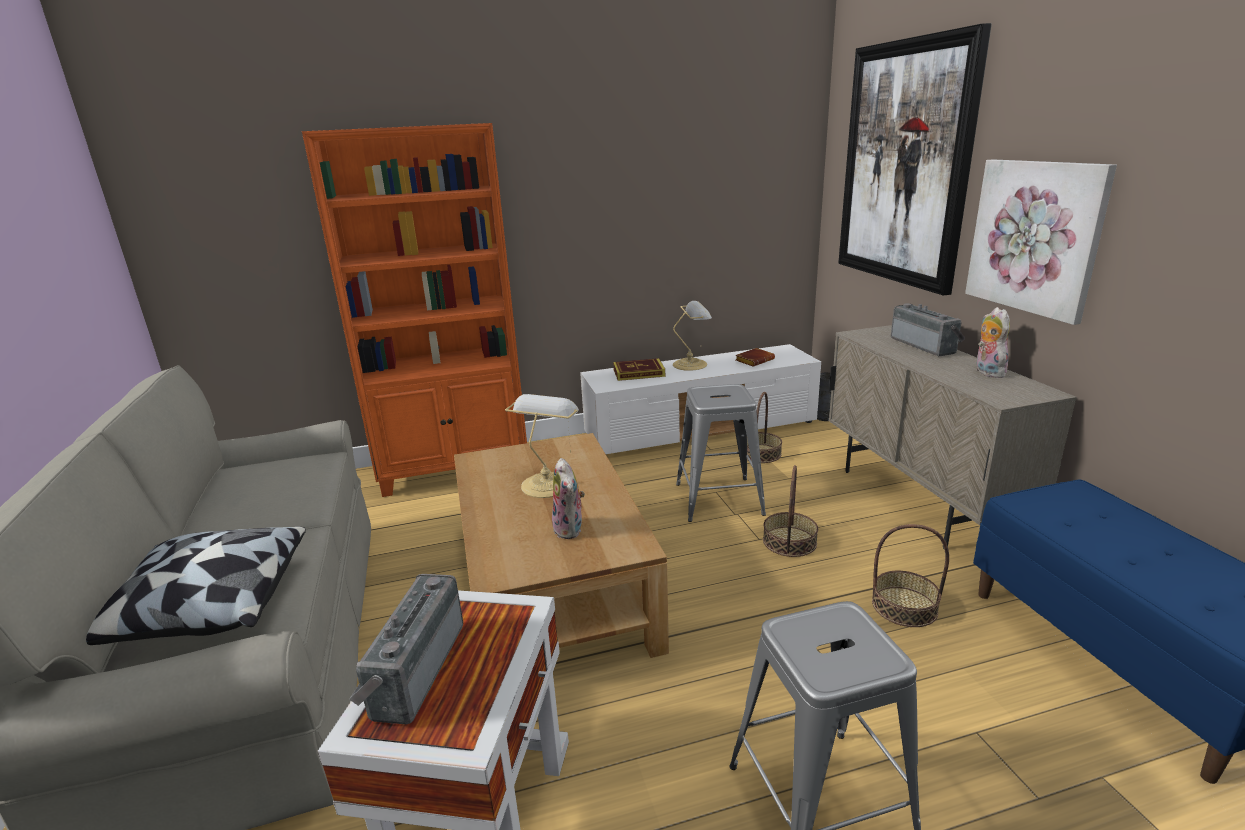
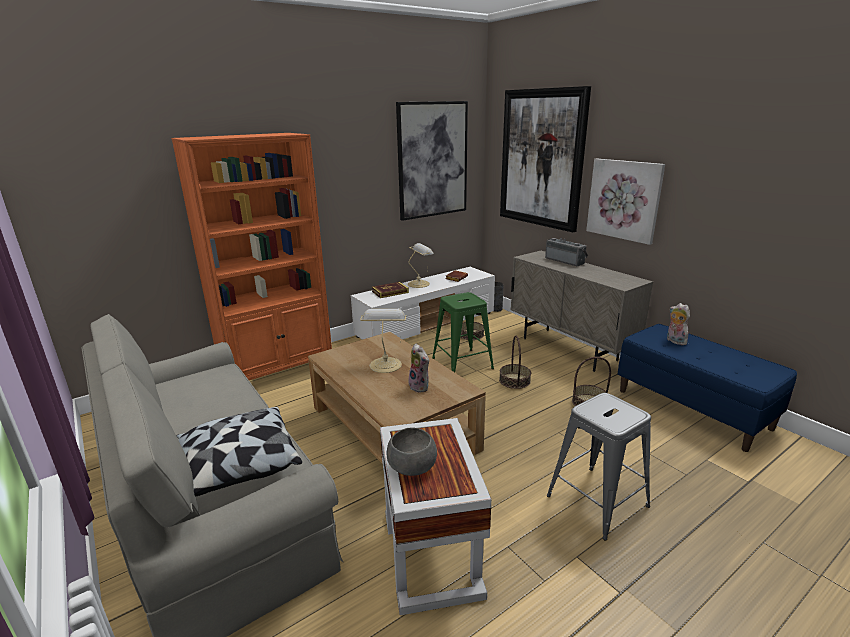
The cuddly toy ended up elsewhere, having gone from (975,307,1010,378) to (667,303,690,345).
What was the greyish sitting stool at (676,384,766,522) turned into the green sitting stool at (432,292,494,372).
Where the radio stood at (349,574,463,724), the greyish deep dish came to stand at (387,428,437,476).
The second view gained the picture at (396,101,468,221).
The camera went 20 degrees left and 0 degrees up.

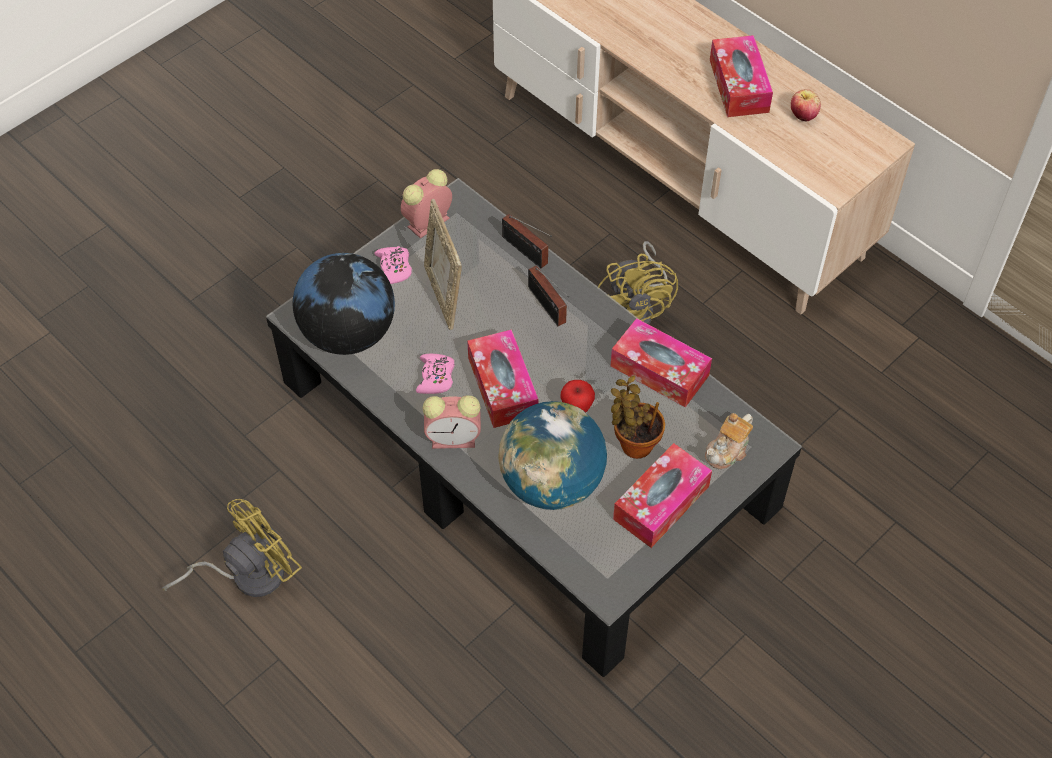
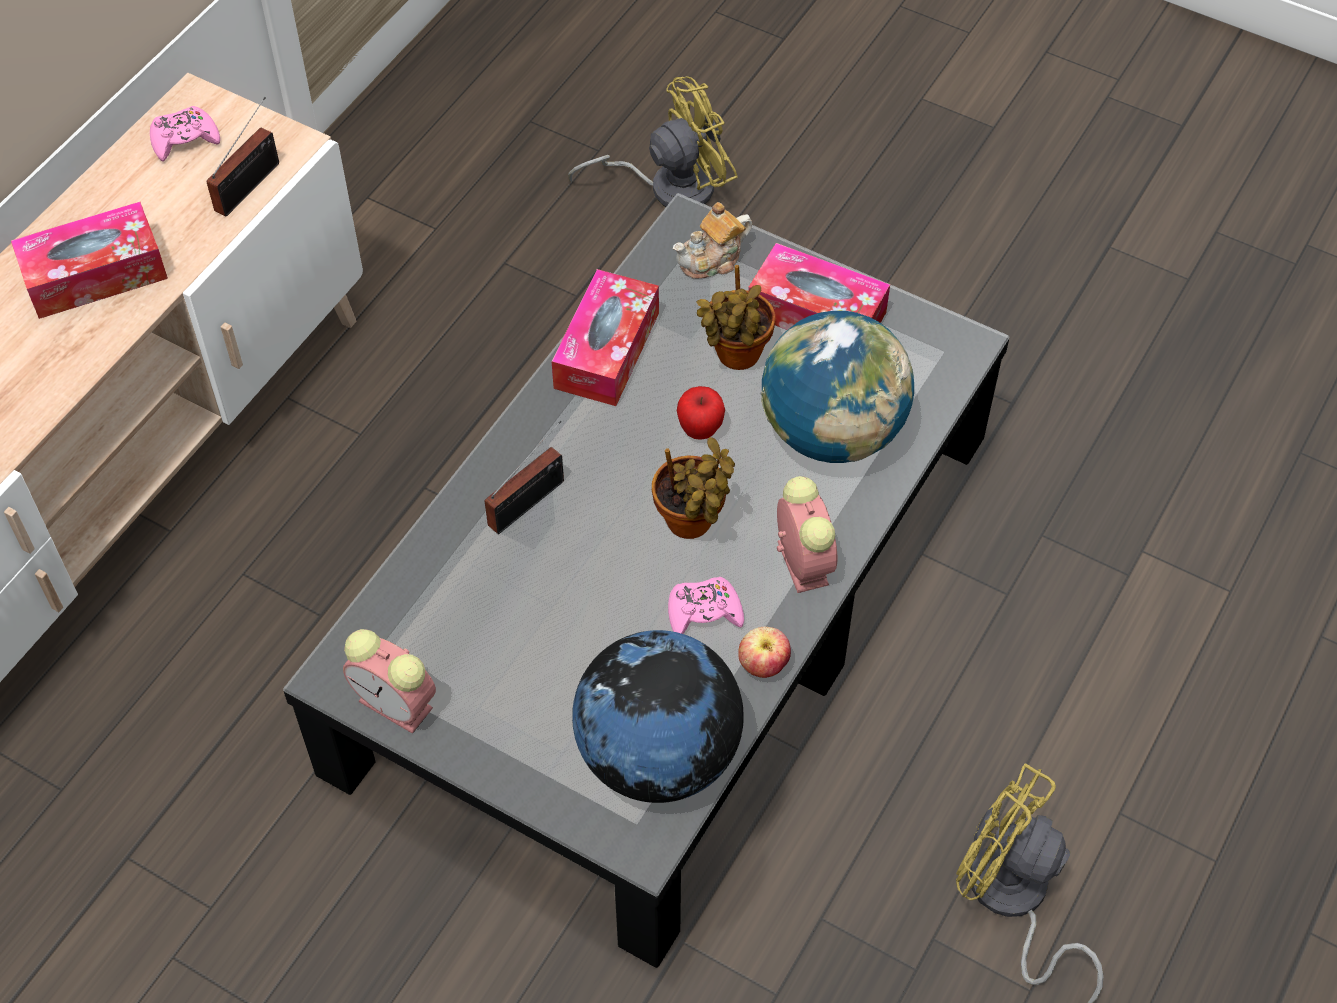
The apple fruit ended up elsewhere, having gone from (791,89,821,121) to (738,627,791,678).
The second view lost the standing frame at (424,199,461,330).
The radio ended up elsewhere, having gone from (502,214,552,268) to (206,97,279,217).
The yellow cooling fan ended up elsewhere, having gone from (598,241,678,324) to (568,76,738,207).
The pinkish gamepad ended up elsewhere, having gone from (374,246,412,284) to (150,106,220,162).
Where the tissue holder stood at (467,329,539,428), the potted plant came to stand at (652,437,735,539).
The tea pot at (705,413,753,469) ended up facing another way, 120 degrees clockwise from before.
The camera went 105 degrees left and 0 degrees up.

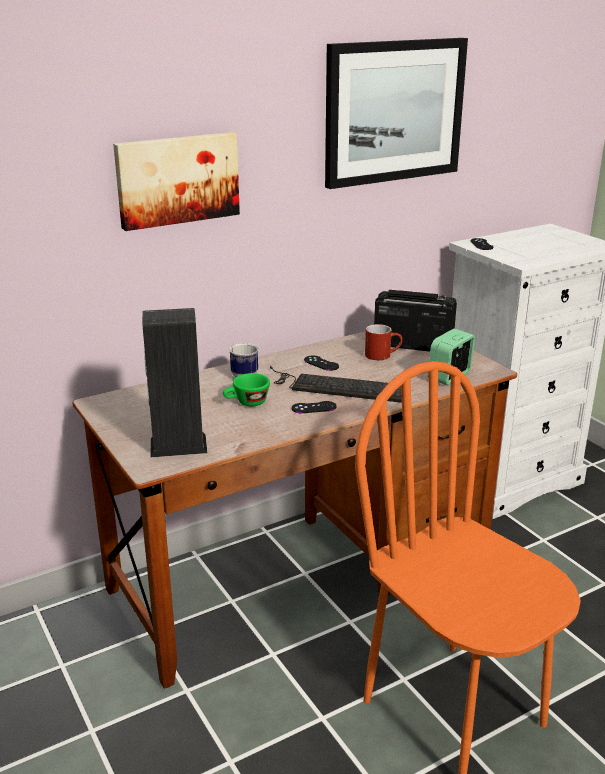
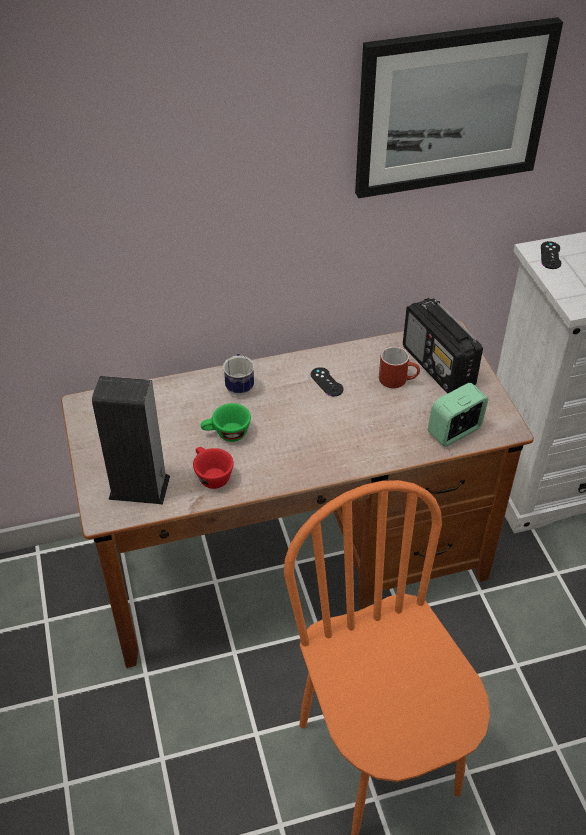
The second view lost the picture at (113,132,240,231).
The radio at (374,290,457,352) ended up facing another way, 150 degrees counterclockwise from before.
The second view lost the computer keyboard at (270,366,402,403).
The second view lost the black gamepad at (292,401,336,413).
The second view gained the reddish cup at (193,447,234,489).
The camera went 15 degrees right and 20 degrees up.

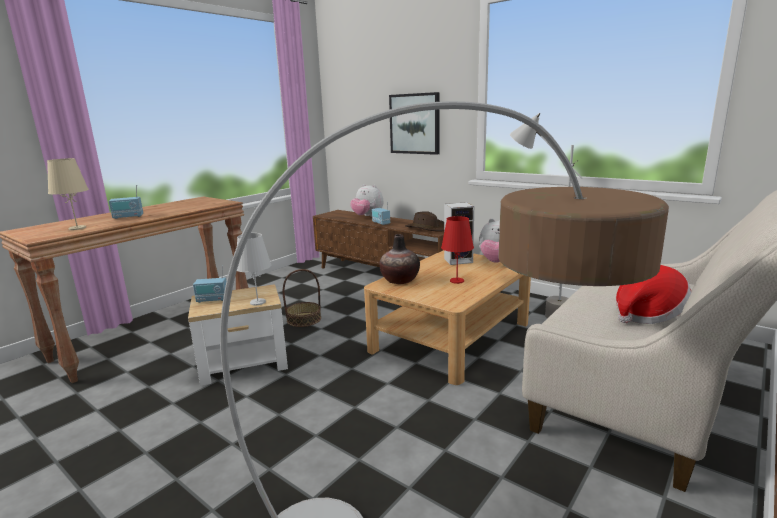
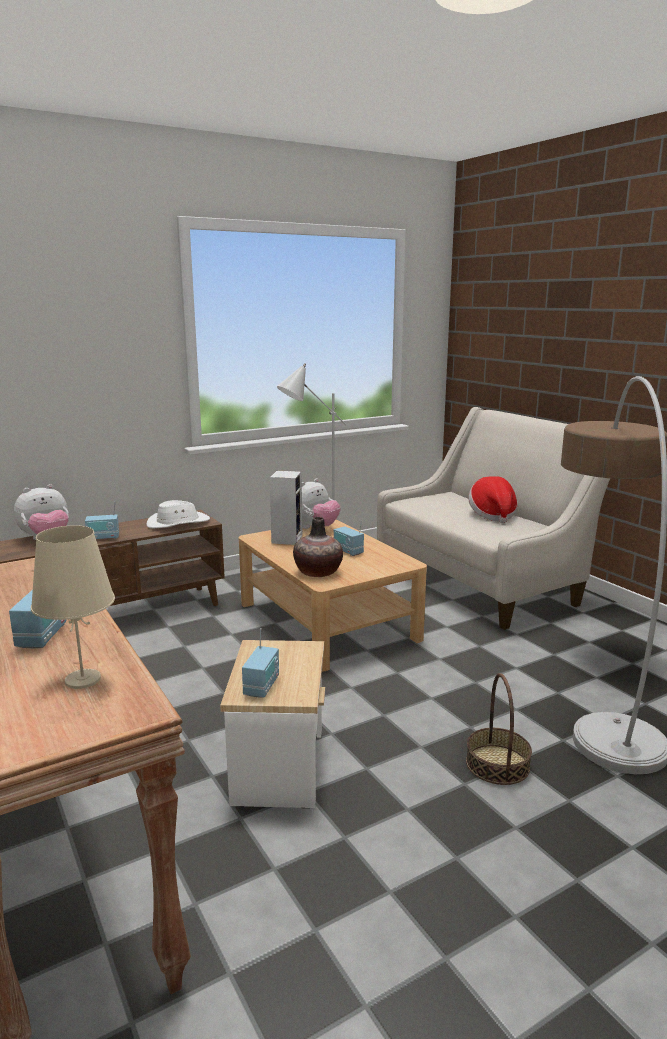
The second view lost the picture at (389,92,440,155).
What was the brownish wearable hat at (405,211,444,231) turned into the whitish wearable hat at (147,500,210,528).
Where the reddish table lamp stood at (441,216,474,284), the radio came to stand at (334,520,364,556).
The second view lost the whitish table lamp at (237,233,271,305).
The household basket ended up elsewhere, having gone from (283,269,321,327) to (466,673,532,785).
The camera went 70 degrees left and 0 degrees up.

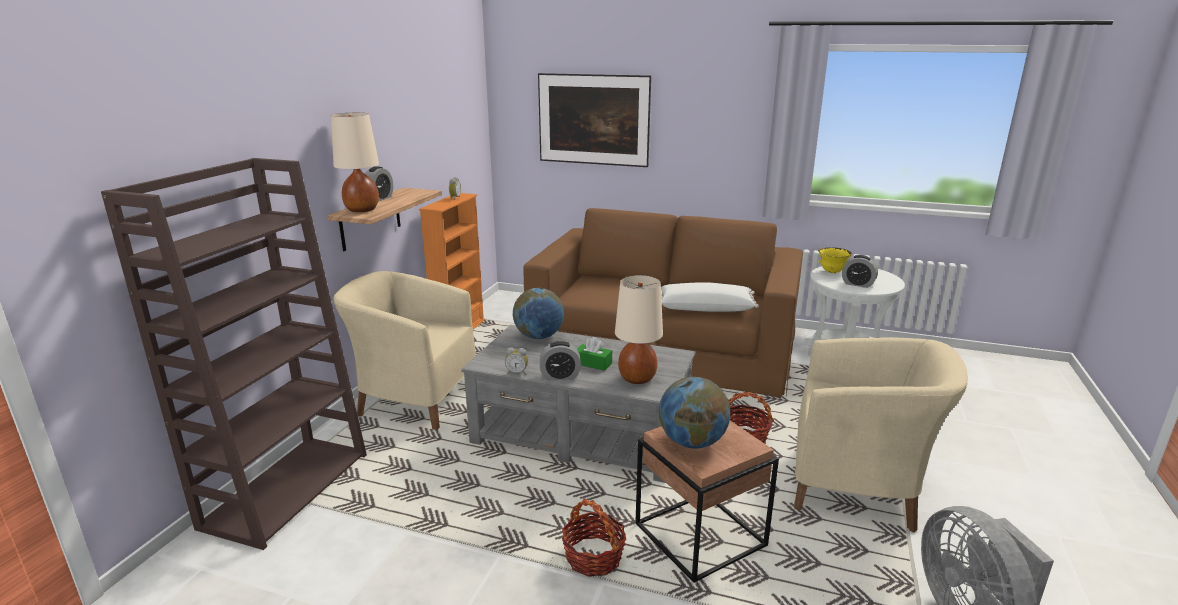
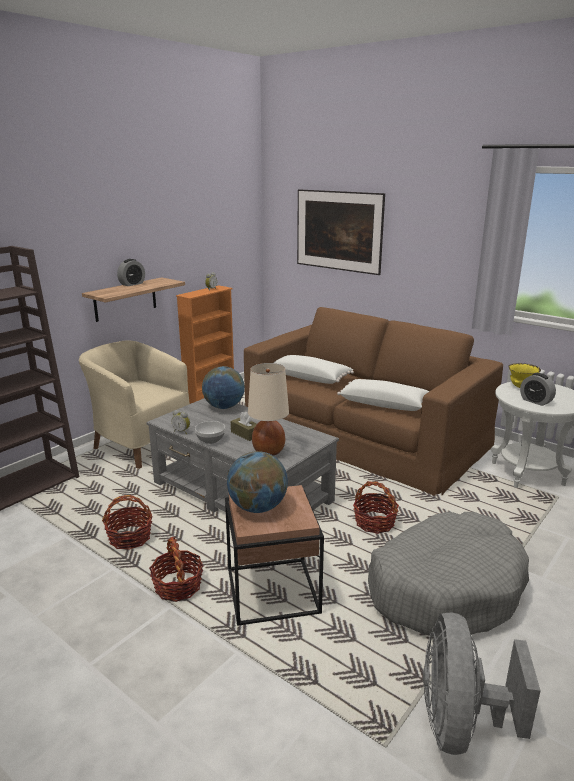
The second view lost the sand-coloured table lamp at (331,113,379,212).
What was the green tissue holder at (577,337,612,371) turned into the brownish tissue holder at (231,412,257,441).
Where the sand-coloured lounge chair stood at (794,337,968,533), the greyish dog cushion came to stand at (368,512,529,637).
Where the bedside clock stood at (540,341,581,380), the deep dish came to stand at (195,421,225,444).
The second view gained the whitish cushion at (274,355,354,384).
The second view gained the household basket at (102,495,153,550).
The camera went 20 degrees right and 0 degrees up.

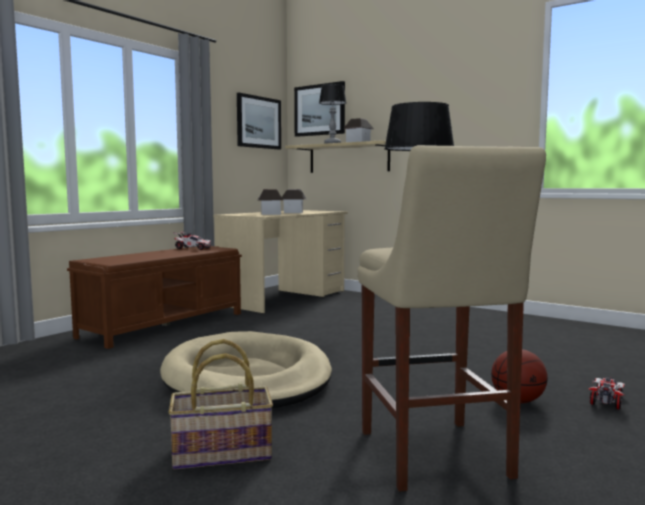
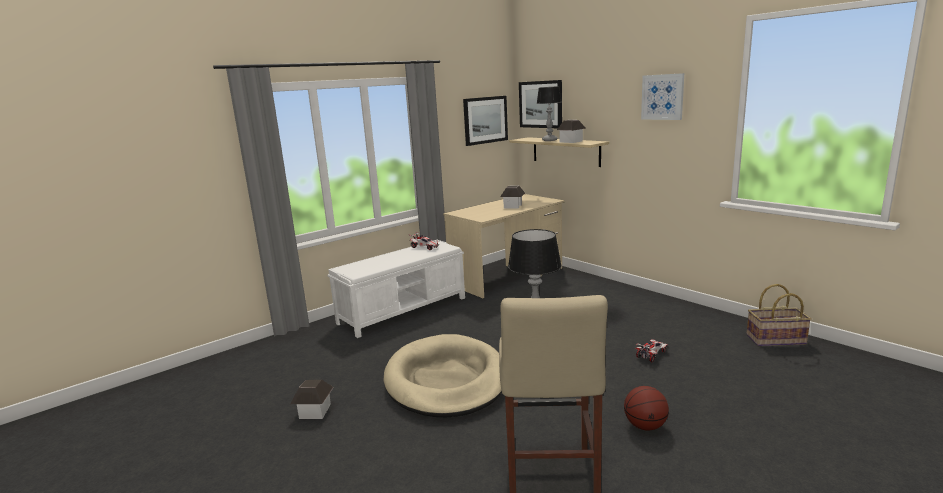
The miniature house ended up elsewhere, having gone from (258,189,283,215) to (290,380,334,419).
What was the brownish long seat at (67,246,242,349) turned into the whitish long seat at (327,240,465,338).
The household basket ended up elsewhere, having gone from (168,339,273,469) to (747,284,811,346).
The toy car ended up elsewhere, having gone from (589,377,625,409) to (635,339,667,362).
The second view gained the picture at (641,73,684,120).
The camera went 15 degrees right and 10 degrees up.

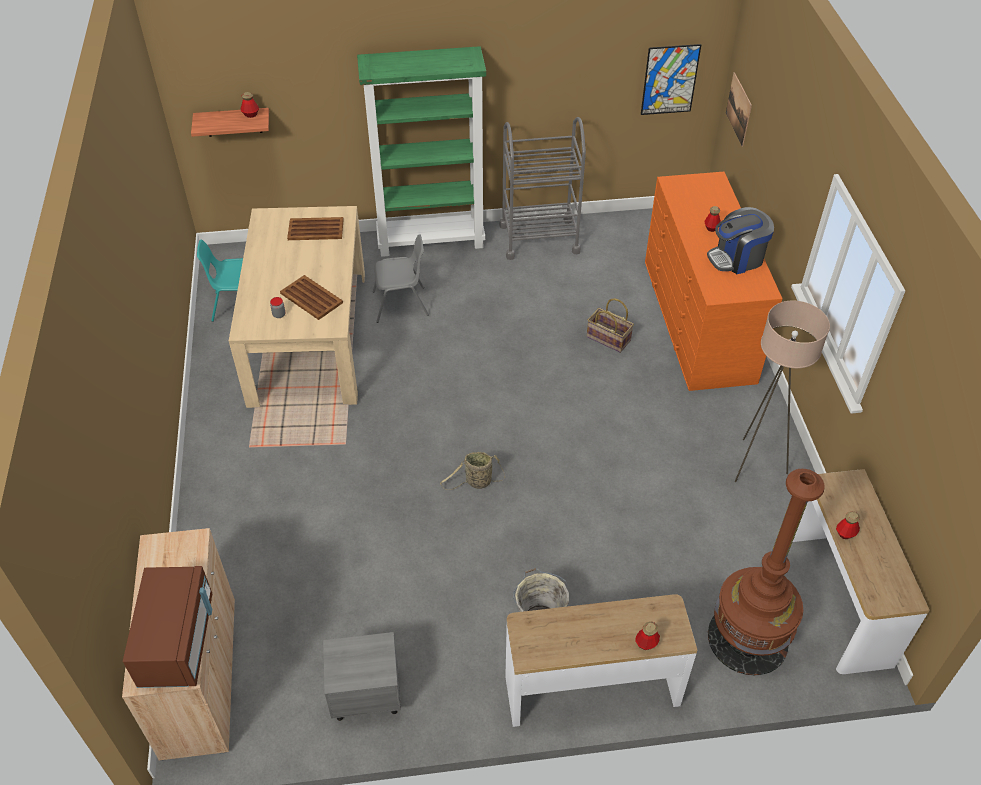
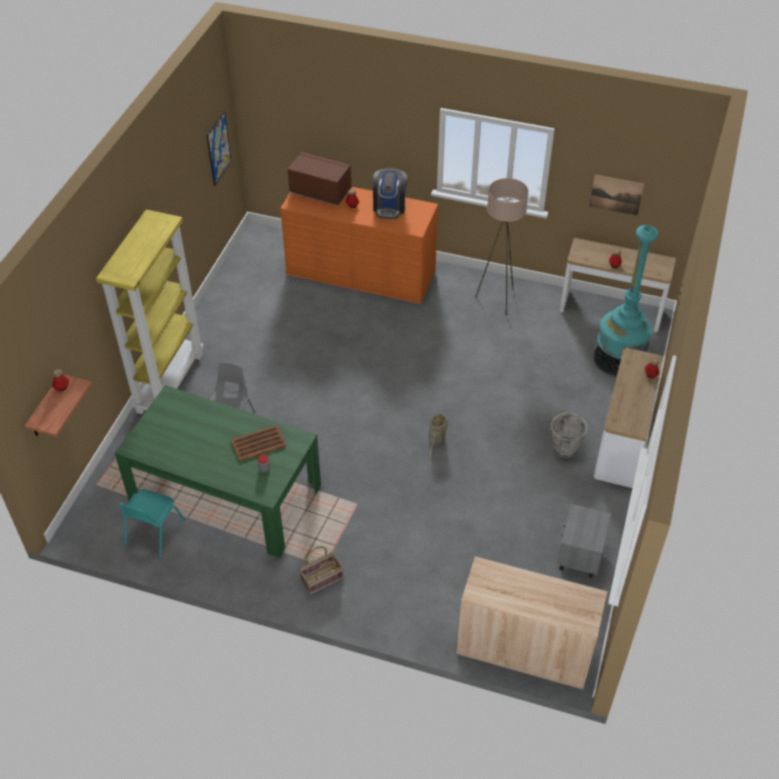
What was the green bookshelf at (357,46,486,257) turned into the yellow bookshelf at (96,209,204,414).
The picture ended up elsewhere, having gone from (726,72,752,147) to (589,175,644,216).
The second view lost the greyish wheeled cart at (500,117,586,260).
What was the sand-coloured kitchen table at (229,206,365,408) turned into the green kitchen table at (115,385,321,558).
The second view lost the brownish tray at (287,217,344,240).
The household basket ended up elsewhere, having gone from (587,298,634,353) to (299,546,343,595).
What was the brownish floor lamp at (708,469,825,675) turned into the turquoise floor lamp at (594,225,658,377).
The brownish kitchen microwave ended up elsewhere, having gone from (123,566,212,688) to (288,152,351,206).
The camera went 65 degrees left and 0 degrees up.

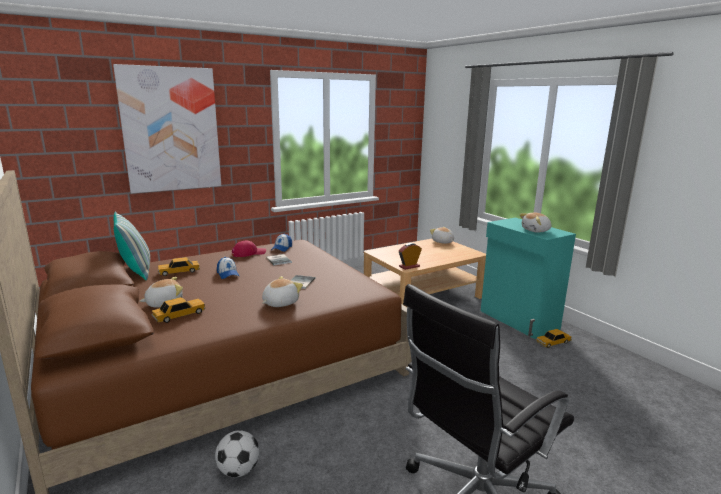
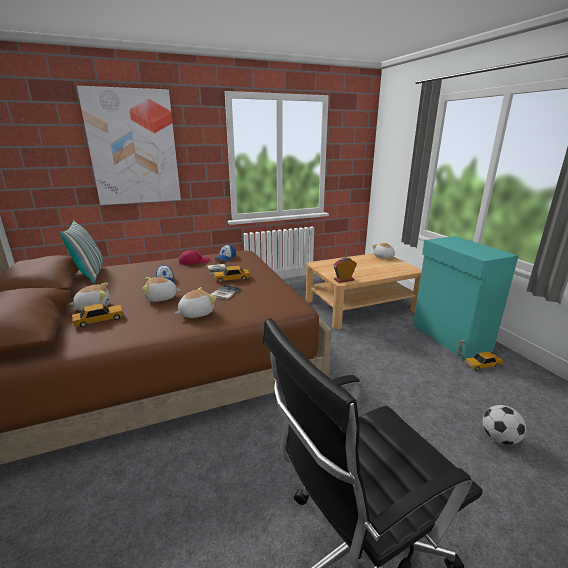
The cuddly toy ended up elsewhere, having gone from (519,213,551,233) to (142,277,181,302).
The toy car ended up elsewhere, having gone from (158,257,200,276) to (214,266,251,283).
The football ended up elsewhere, having gone from (215,430,259,477) to (483,405,526,445).
The camera went 10 degrees right and 5 degrees up.

